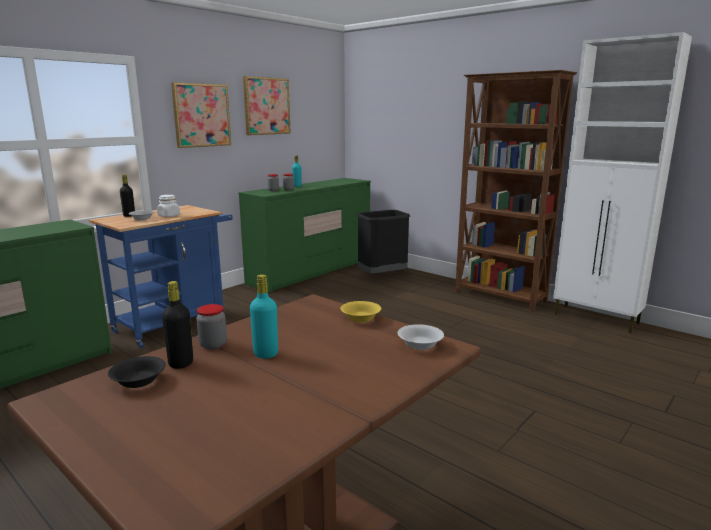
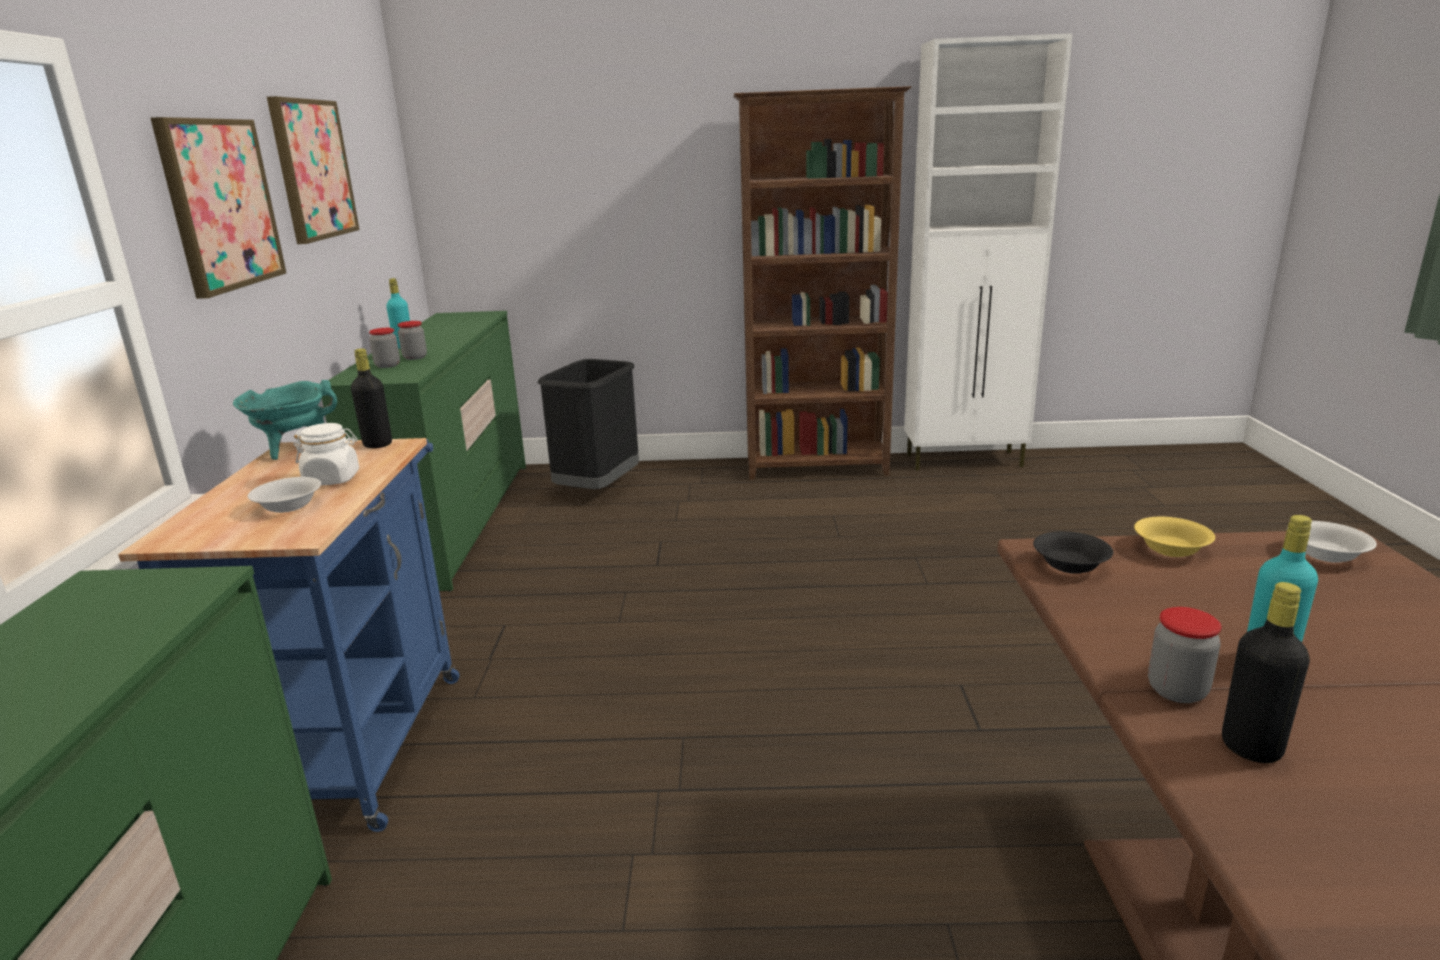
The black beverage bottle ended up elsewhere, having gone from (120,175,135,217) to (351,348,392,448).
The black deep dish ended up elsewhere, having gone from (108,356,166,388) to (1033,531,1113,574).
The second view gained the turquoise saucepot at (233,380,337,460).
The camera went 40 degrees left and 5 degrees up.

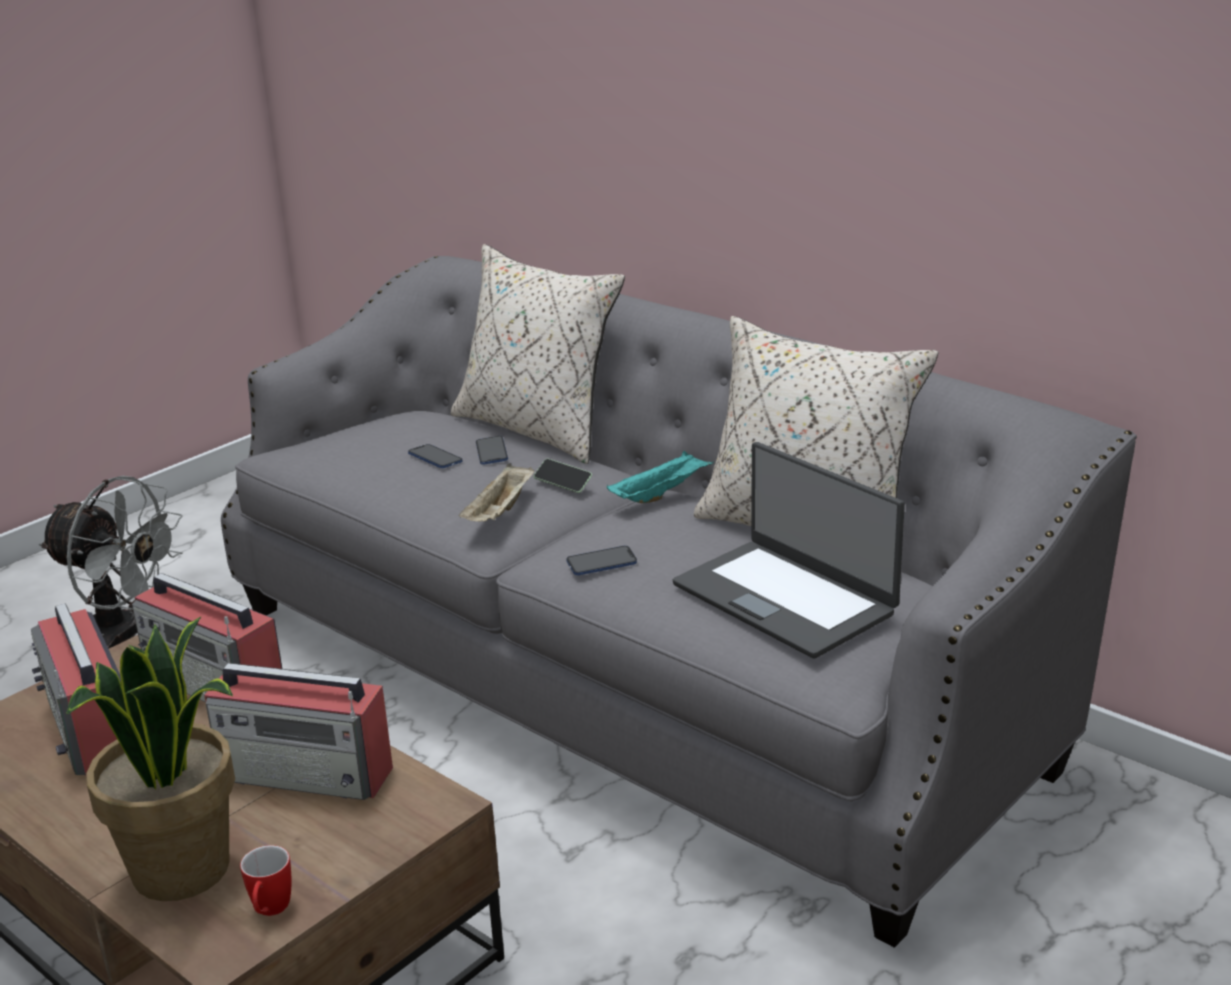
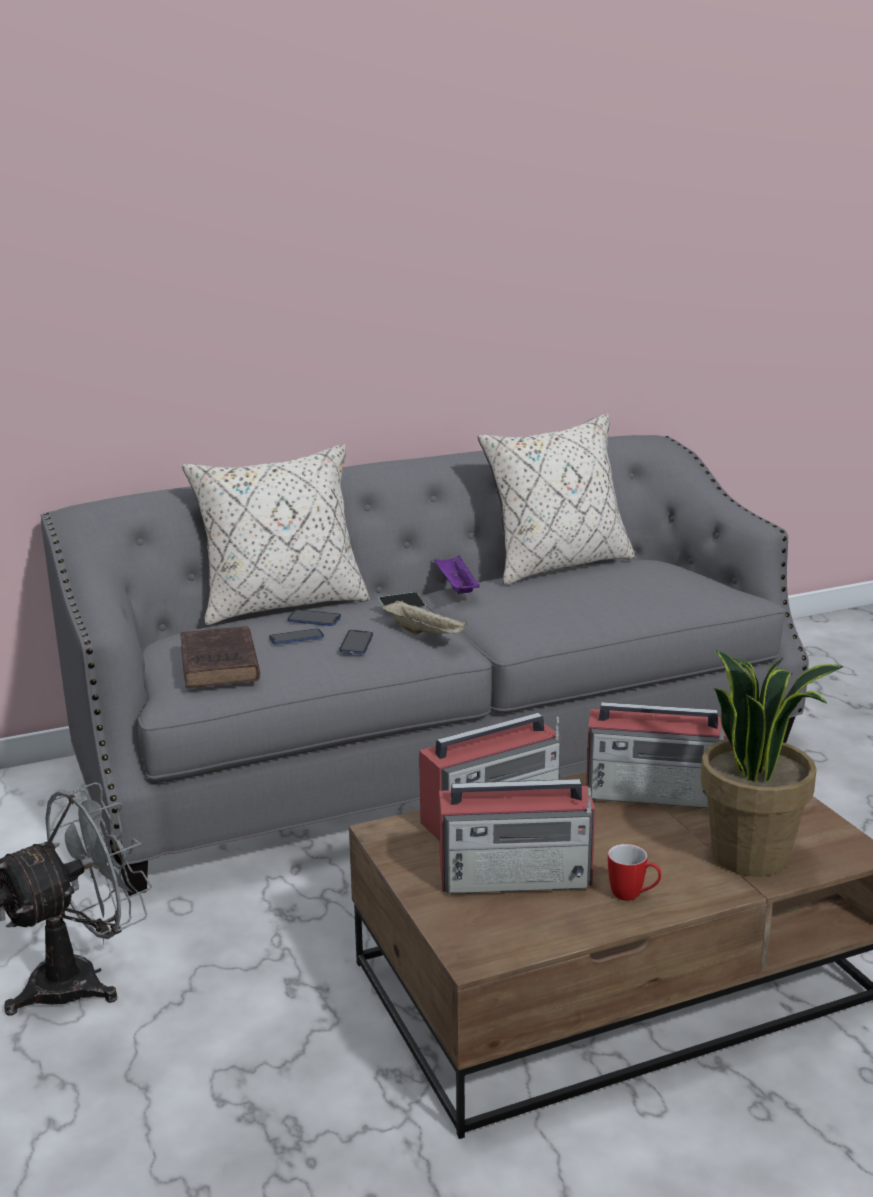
The second view lost the portable computer at (673,442,905,658).
What was the turquoise tray at (607,451,714,503) turned into the purplish tray at (434,556,480,594).
The phone ended up elsewhere, having gone from (567,546,637,575) to (339,630,373,654).
The radio at (204,663,393,800) ended up facing another way, 60 degrees clockwise from before.
The mug ended up elsewhere, having gone from (240,845,291,916) to (608,844,662,901).
The second view gained the brownish volume at (180,626,260,688).
The camera went 65 degrees left and 5 degrees down.

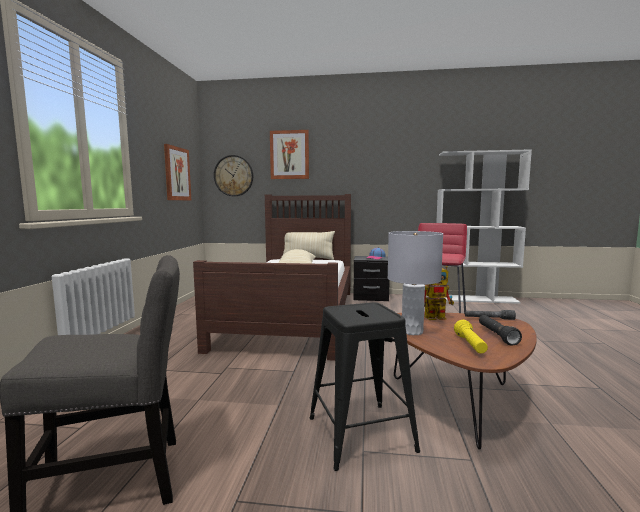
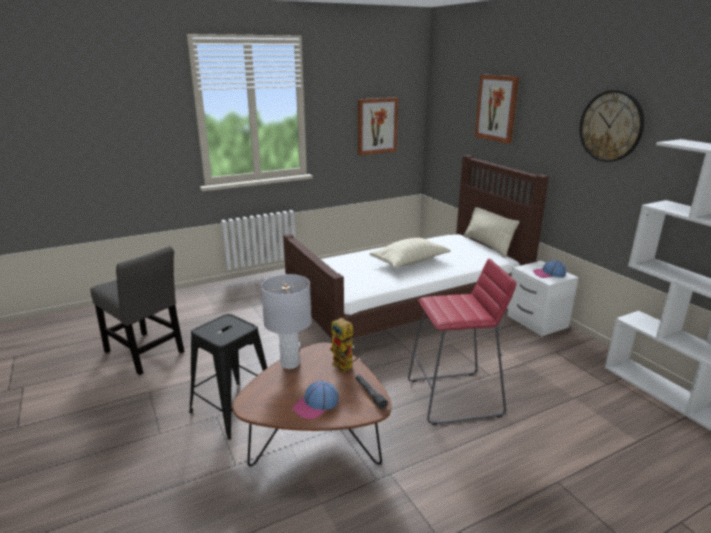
The hanging clock ended up elsewhere, having gone from (214,155,253,196) to (580,90,644,162).
What was the black bedside table at (354,256,390,301) turned into the whitish bedside table at (507,261,578,336).
Where the black hand torch stood at (479,315,522,345), the baseball cap came to stand at (292,381,339,419).
The second view lost the yellow hand torch at (454,320,488,353).
The camera went 55 degrees right and 15 degrees up.

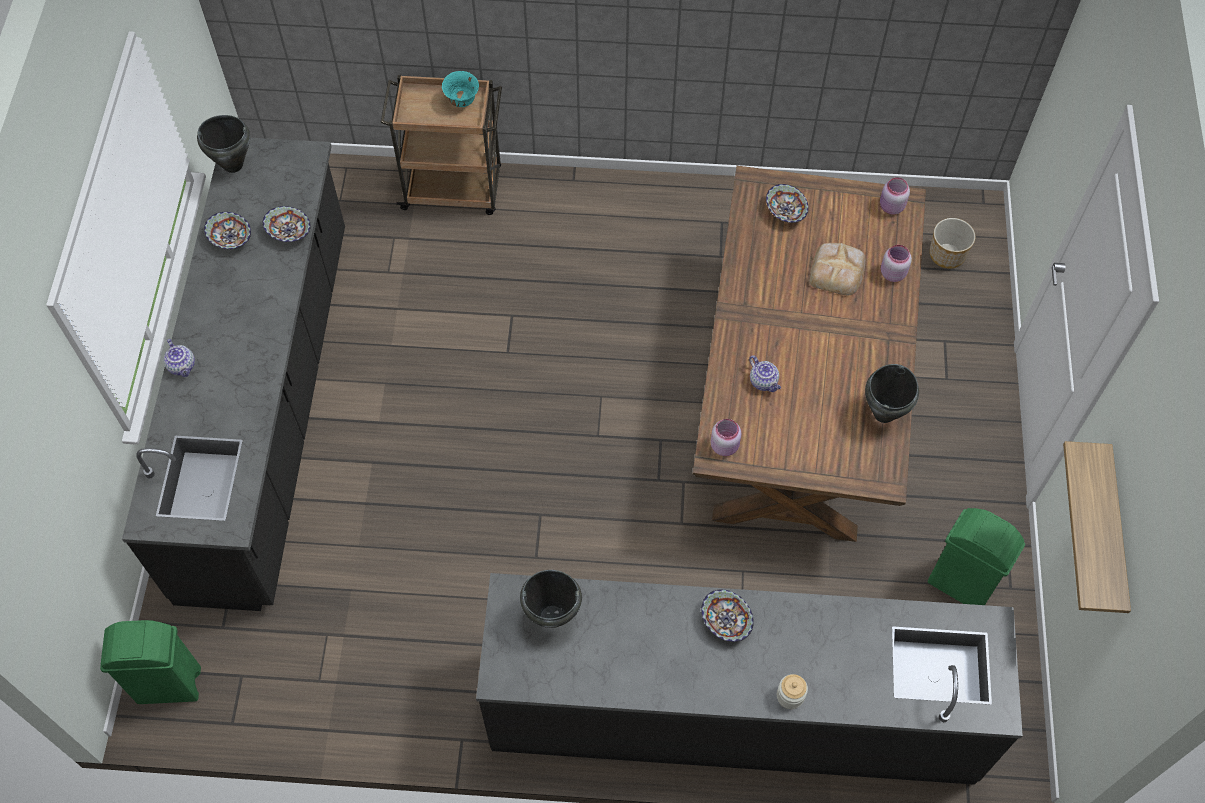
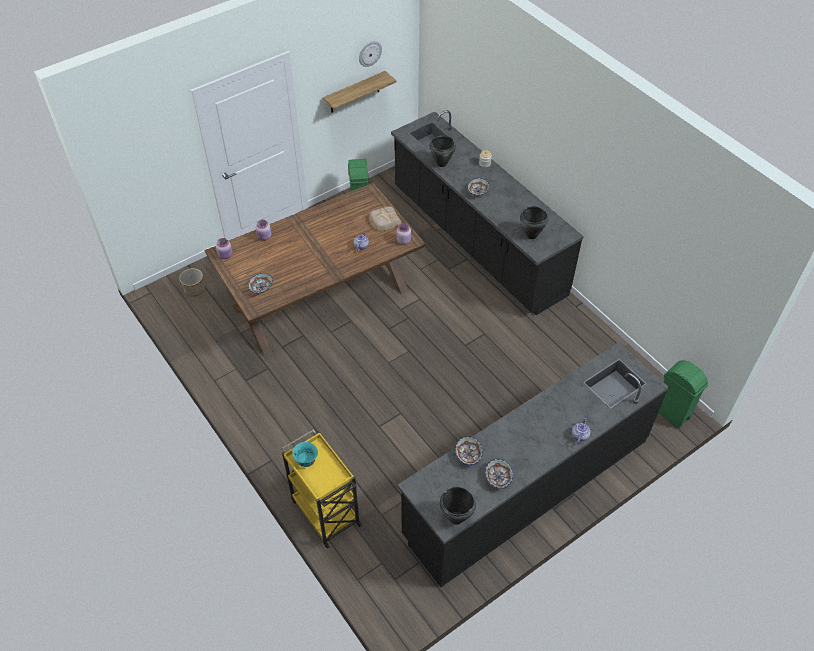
What was the brownish wheeled cart at (380,75,502,215) turned into the yellow wheeled cart at (282,429,362,548).
The bakery bread ended up elsewhere, having gone from (809,243,866,295) to (369,206,401,231).
The black saucepot ended up elsewhere, having gone from (865,364,919,423) to (430,136,456,167).
The second view gained the hanging clock at (359,41,382,67).
The camera went 130 degrees left and 10 degrees down.

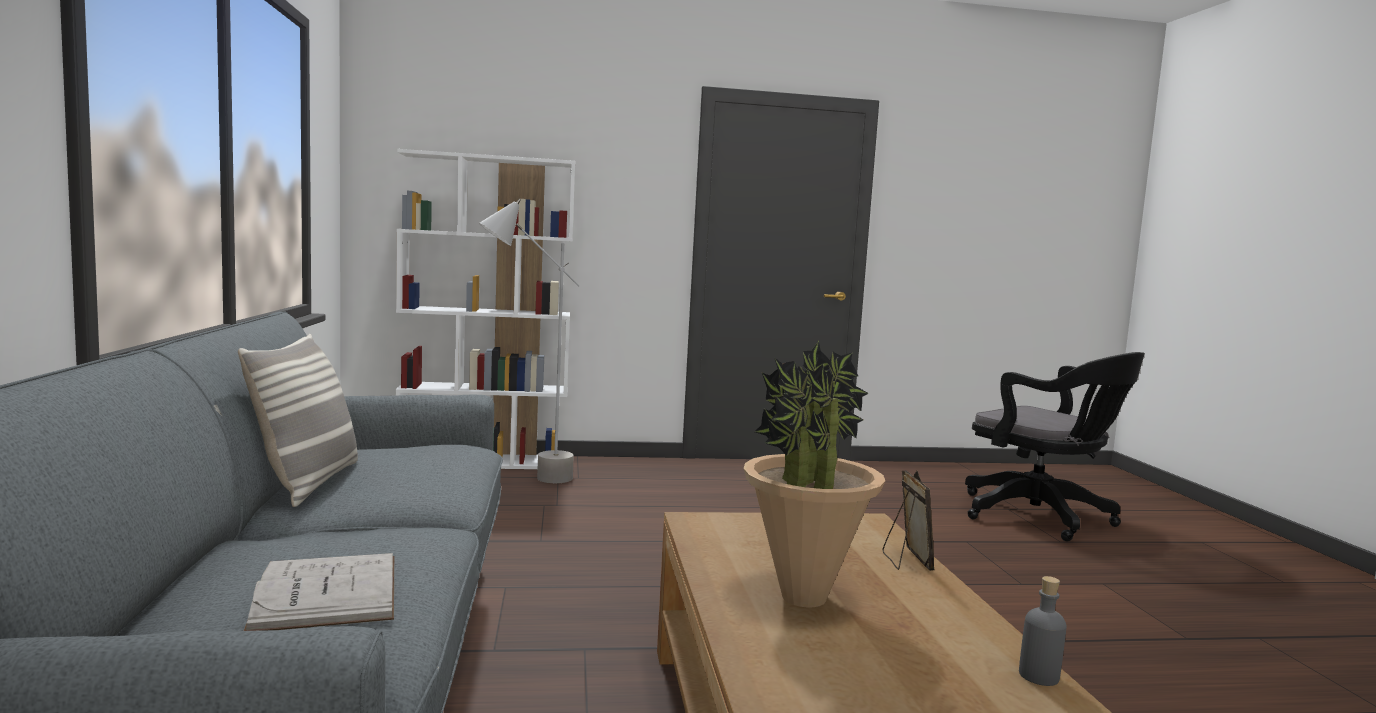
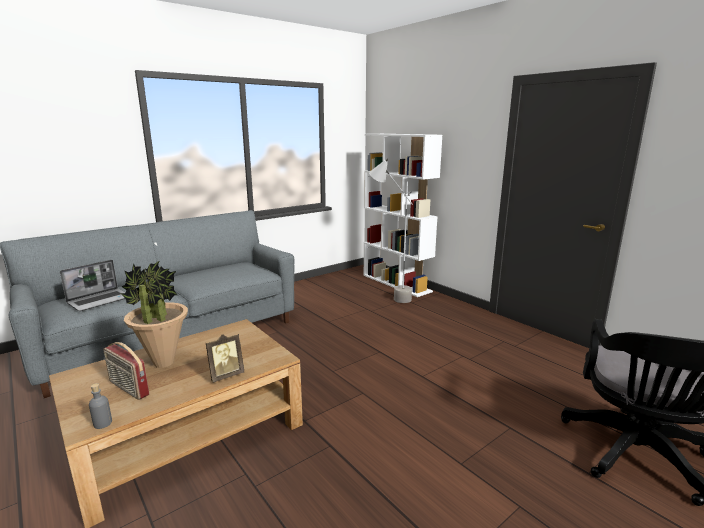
The second view lost the cushion at (238,334,358,507).
Where the whitish volume stood at (244,553,394,631), the portable computer came to stand at (60,260,126,311).
The second view gained the radio at (103,342,149,400).
The camera went 60 degrees right and 10 degrees up.

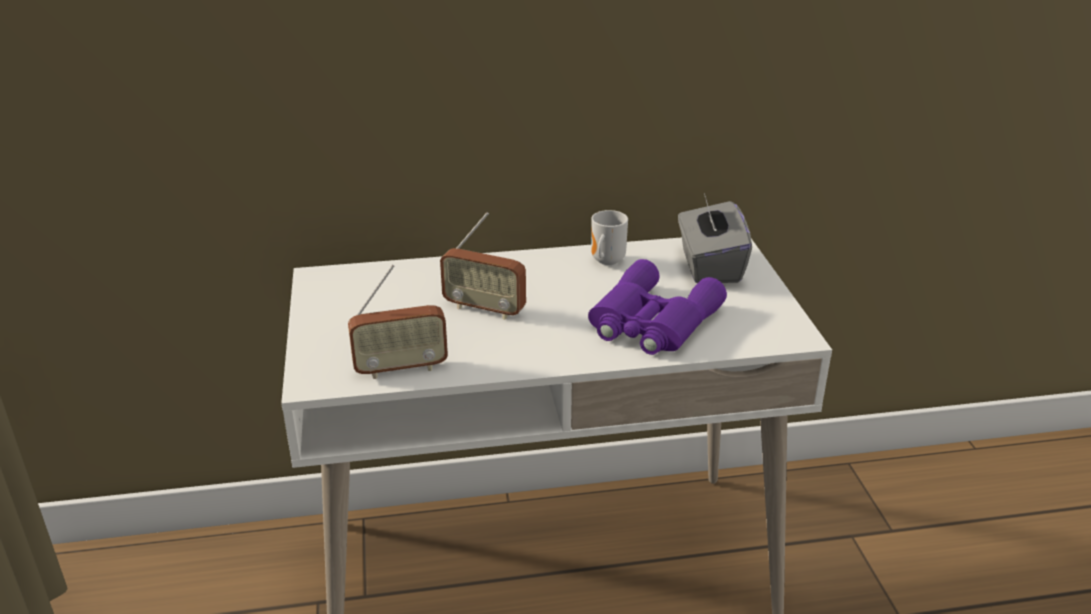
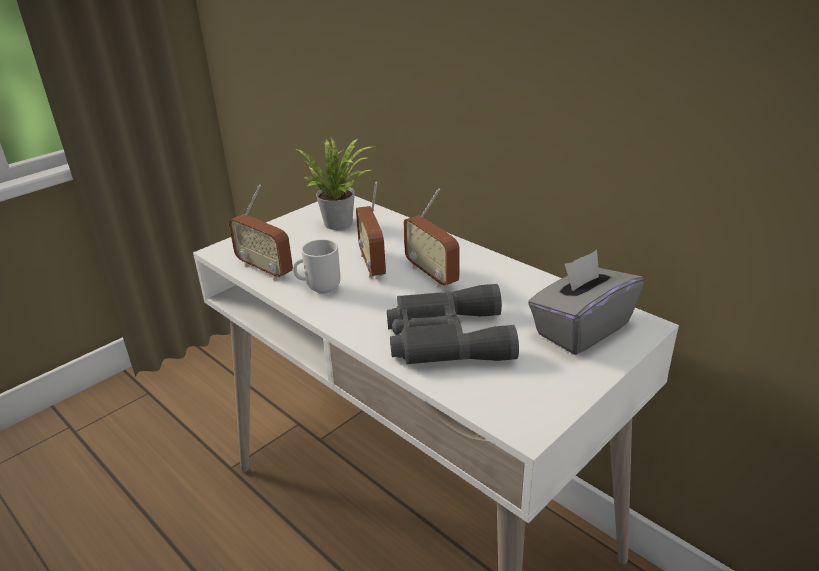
The mug ended up elsewhere, having gone from (591,210,628,265) to (293,239,341,294).
What was the purplish field glasses at (588,259,727,355) turned into the greyish field glasses at (387,284,519,364).
The second view gained the potted plant at (294,137,375,230).
The second view gained the radio at (404,188,460,288).
The camera went 55 degrees right and 0 degrees up.

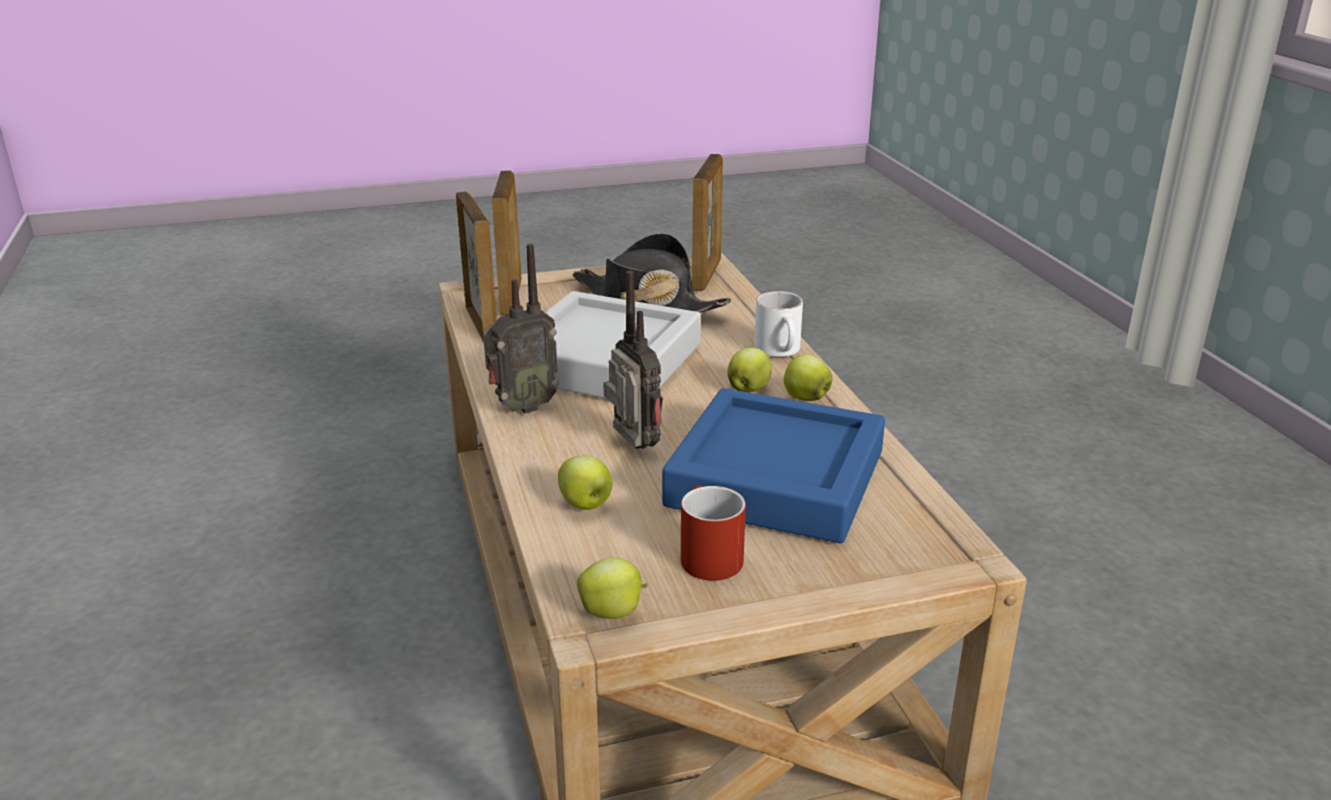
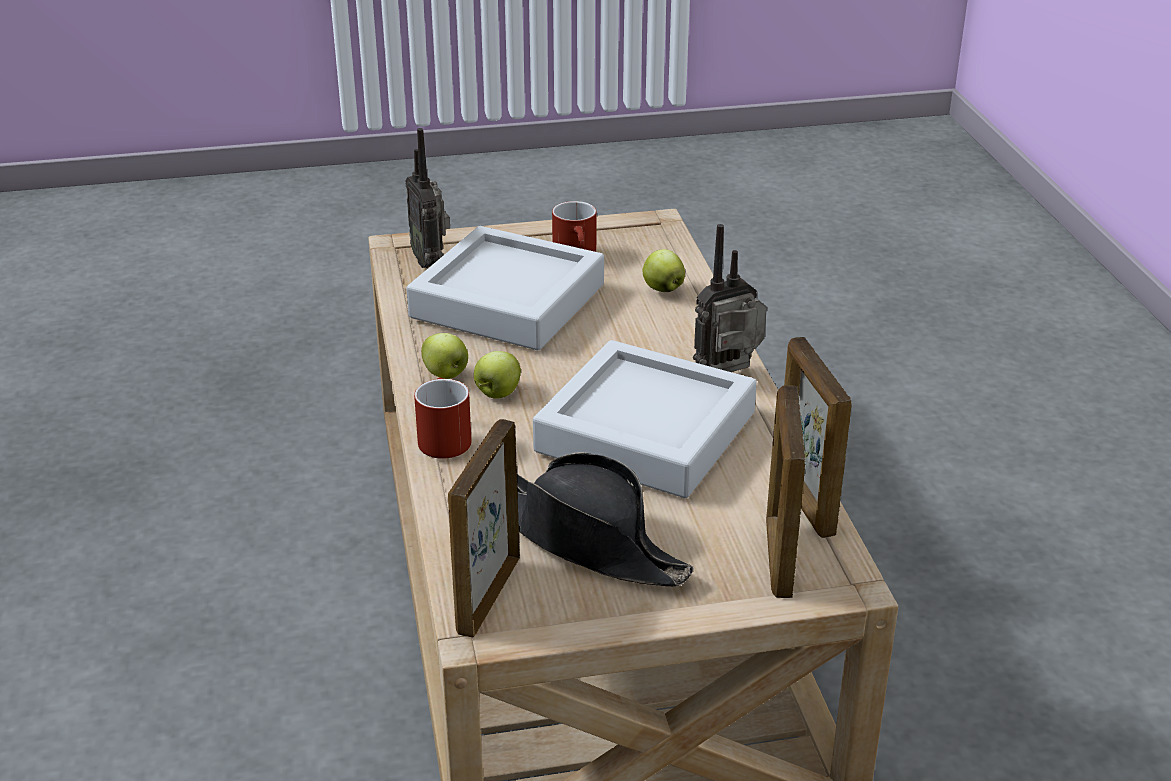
The radio ended up elsewhere, having gone from (603,271,663,449) to (405,128,450,268).
What was the whitish mug at (754,291,803,357) turned into the reddish mug at (414,378,472,459).
What was the blue-coloured tray at (662,388,885,543) turned into the greyish tray at (407,226,604,350).
The second view lost the apple fruit at (577,558,648,619).
The camera went 175 degrees left and 5 degrees up.

